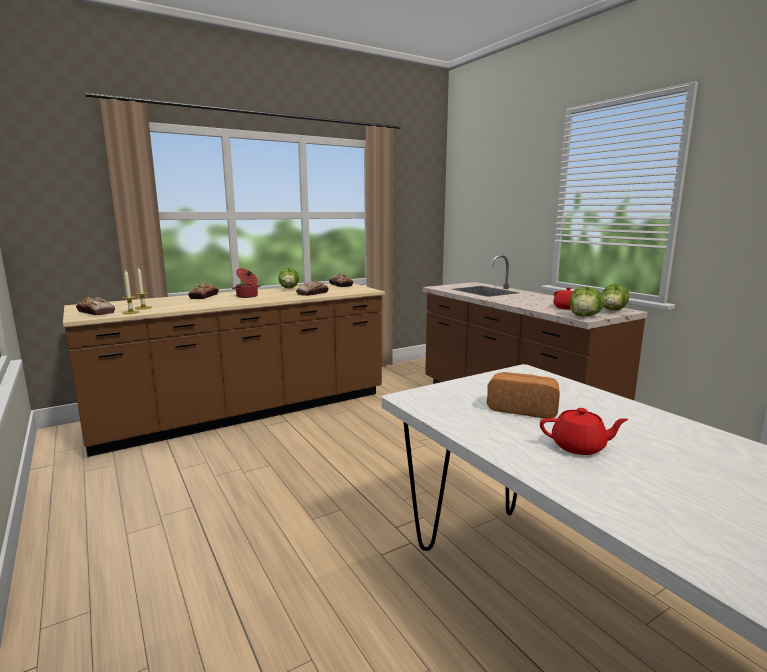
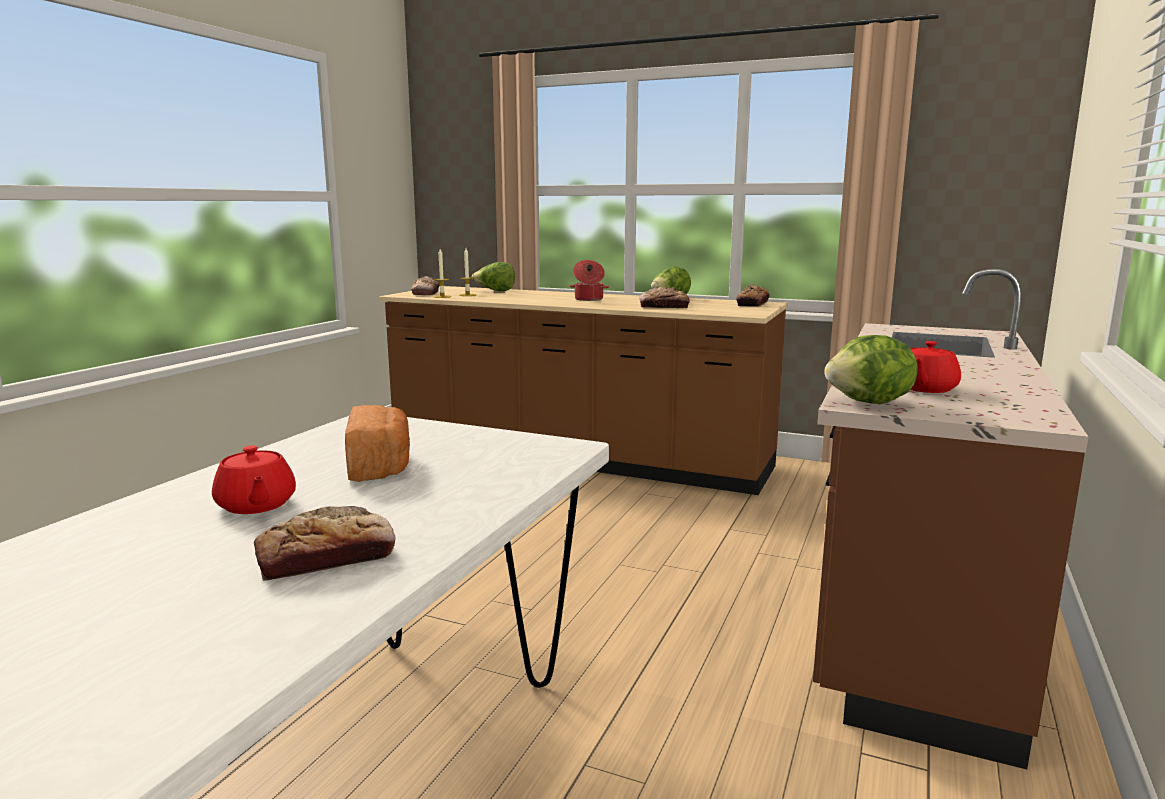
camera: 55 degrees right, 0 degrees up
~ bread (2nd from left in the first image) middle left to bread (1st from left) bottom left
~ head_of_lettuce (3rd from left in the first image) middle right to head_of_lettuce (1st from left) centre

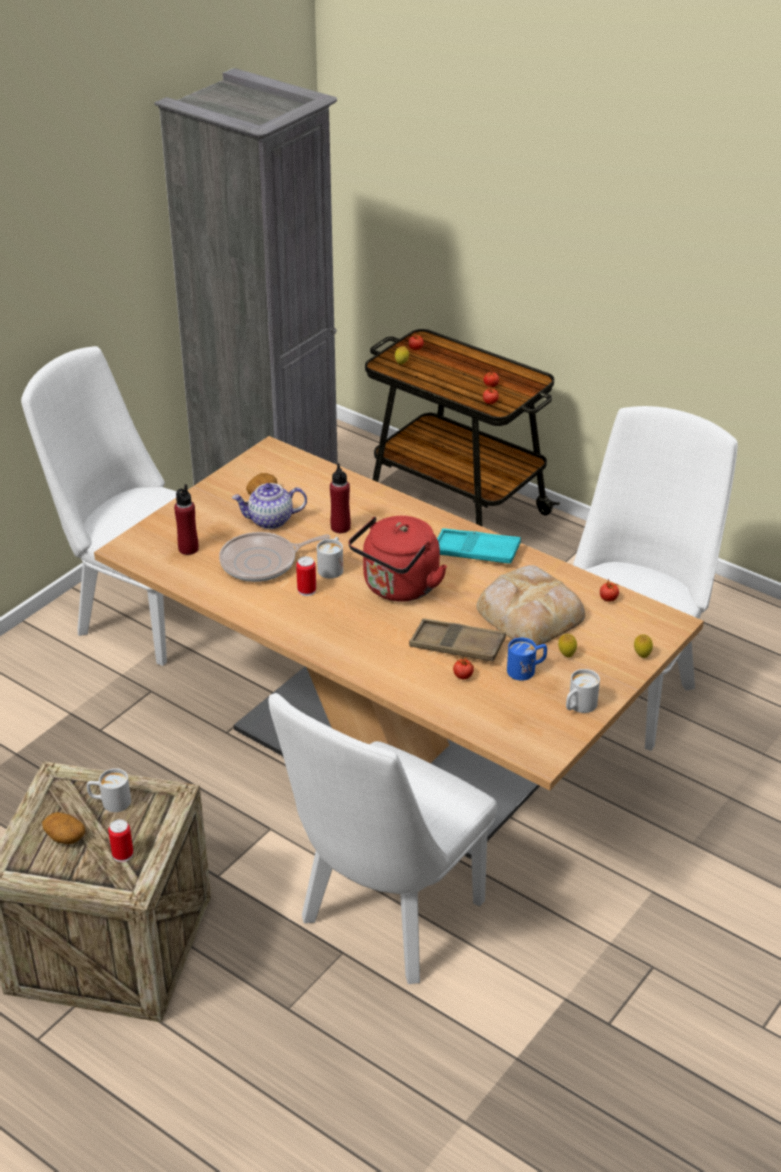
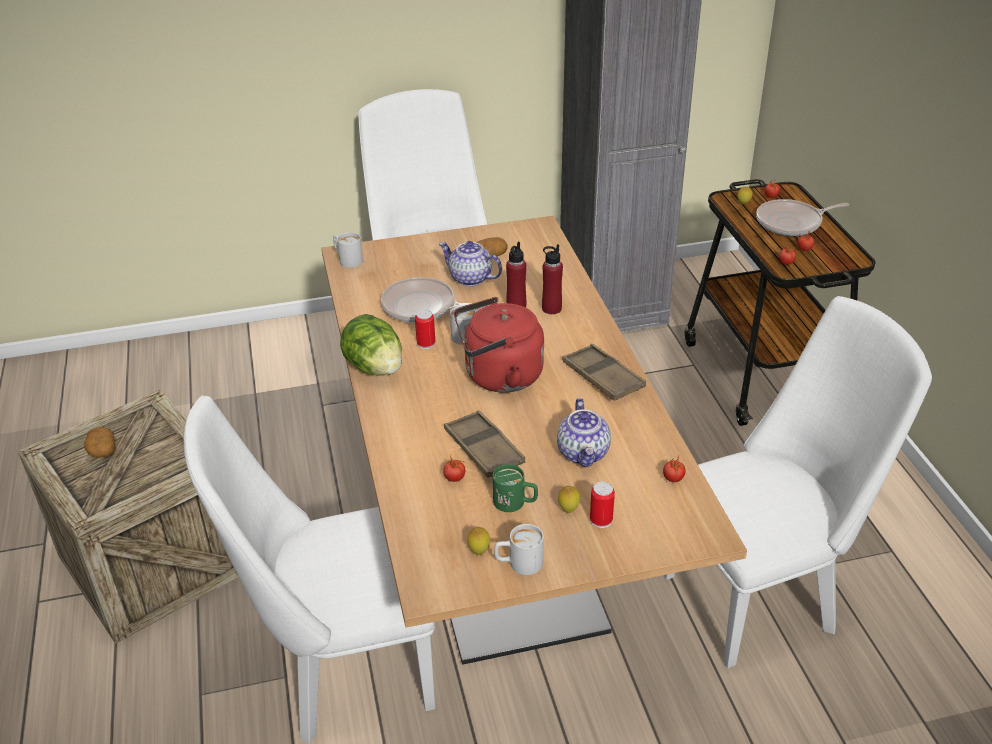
camera: 40 degrees right, 0 degrees up
+ head_of_lettuce centre
+ pan (2nd from left) top right
~ white_mug (1st from left) bottom left to centre
~ metal_can (1st from left in the first image) bottom left to metal_can (2nd from left) bottom centre
~ red_bottle (1st from left in the first image) middle left to red_bottle (2nd from left) centre
~ citrus_fruit (3rd from left in the first image) middle right to citrus_fruit (1st from left) bottom centre
~ bread middle right to pot_for_tea (2nd from left) centre
~ turquoise_carrying_tray centre to brownish_carrying_tray (2nd from left) centre
~ blue_mug middle right to green-coloured_mug centre

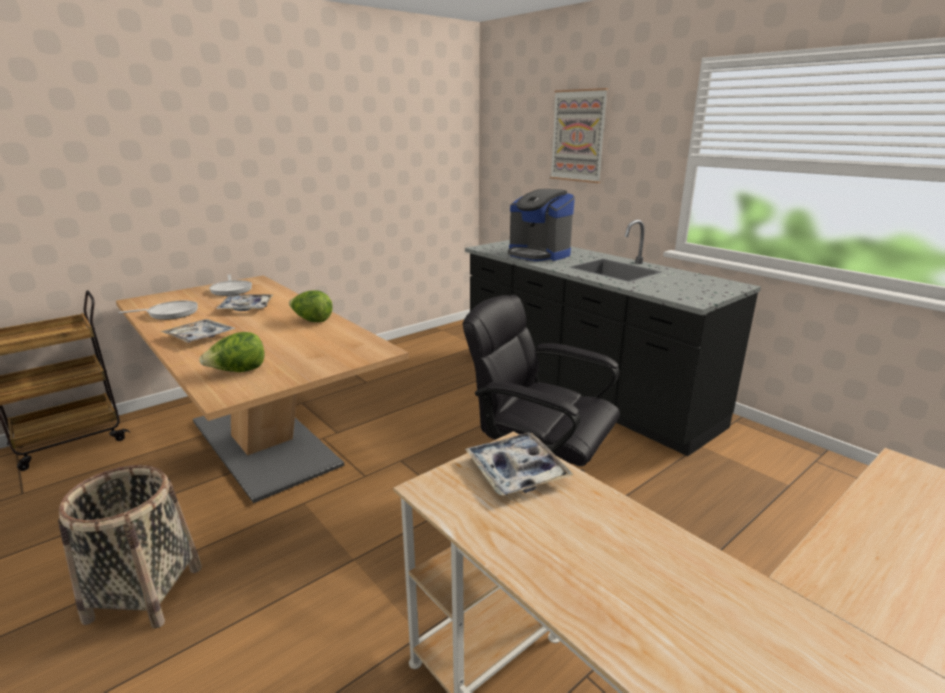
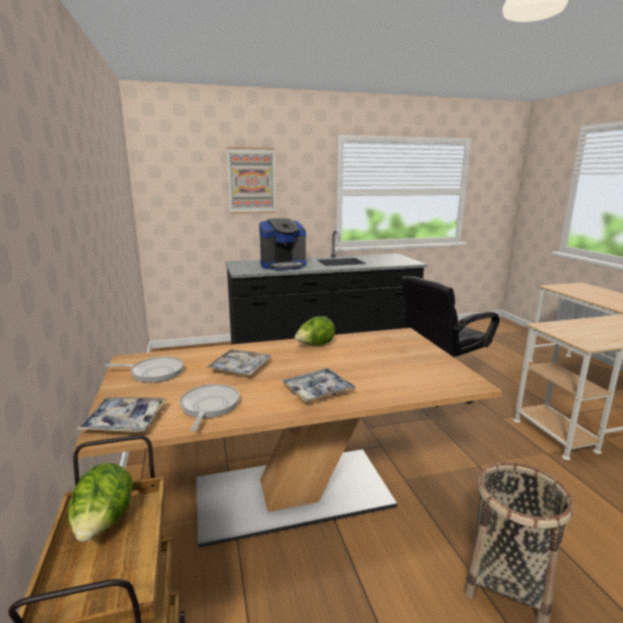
camera: 65 degrees left, 5 degrees down
~ head_of_lettuce (1st from left) middle left to bottom left
~ carrying_tray (3rd from left in the first image) bottom centre to carrying_tray (1st from left) middle left

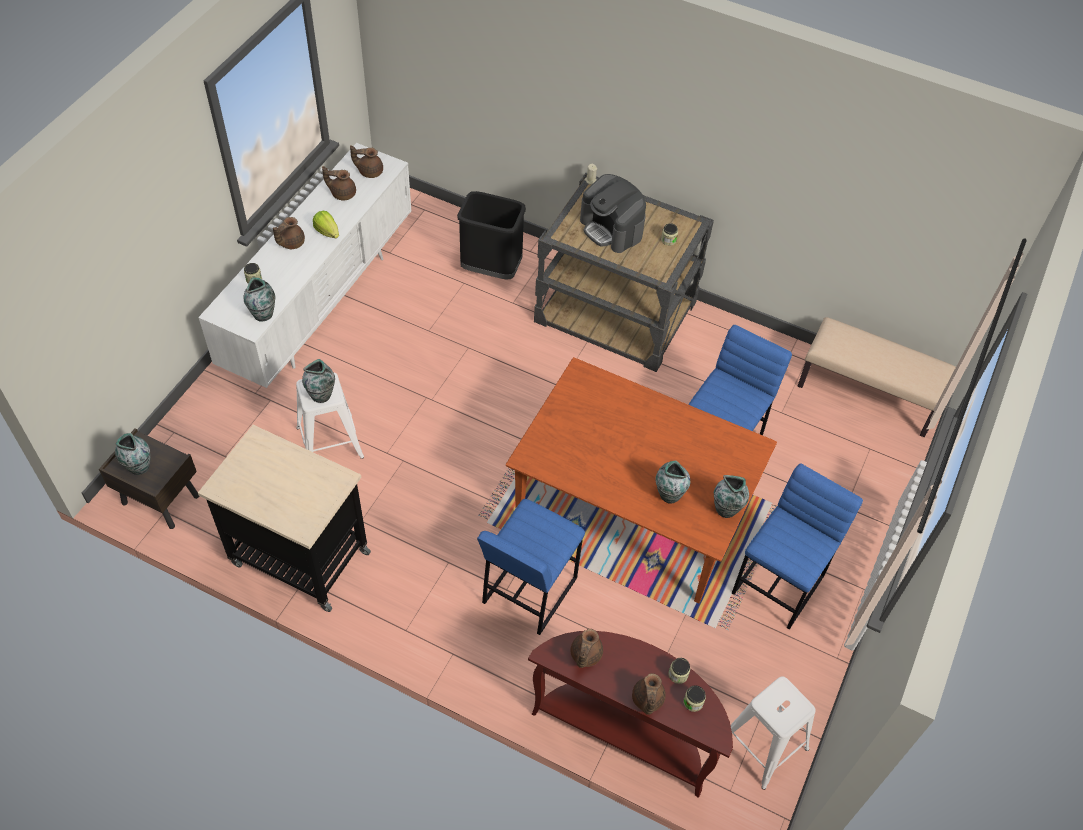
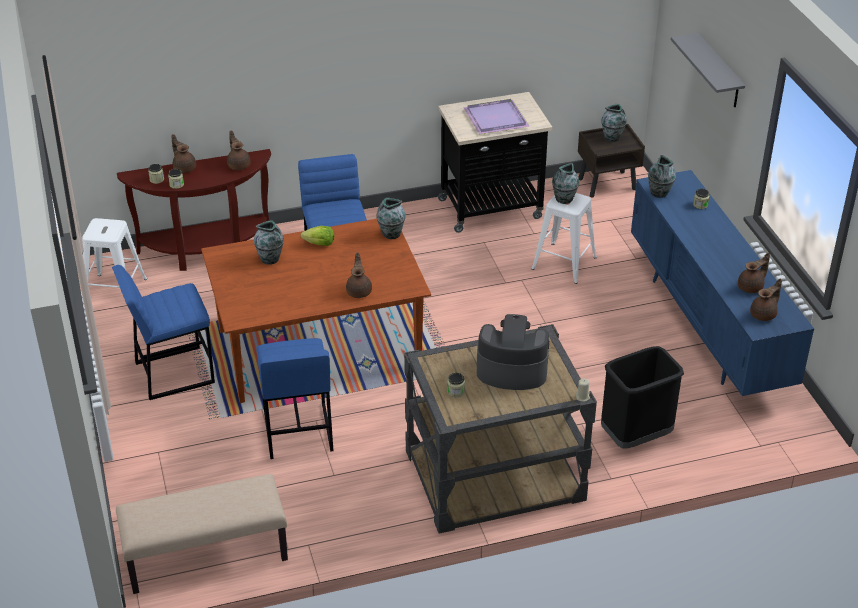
camera: 140 degrees right, 15 degrees down
+ purplish_carrying_tray top centre
+ gray_bracket_shelf top right
~ brownish_pot_for_tea (1st from left in the first image) top left to brownish_pot_for_tea (3rd from left) centre
~ head_of_lettuce top left to centre
~ decorative_vase (5th from left in the first image) middle right to decorative_vase (2nd from left) centre
~ white_cabinet top left to blue_cabinet middle right
~ blue_upright_chair (3rd from left in the first image) middle right = middle left 75 degrees clockwise

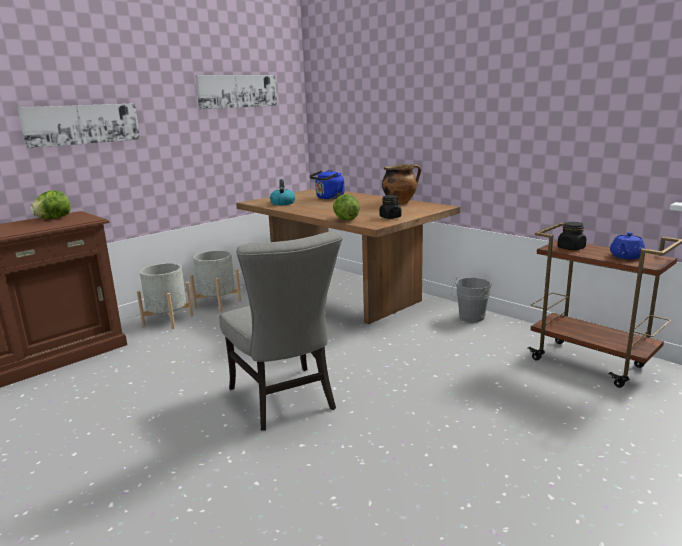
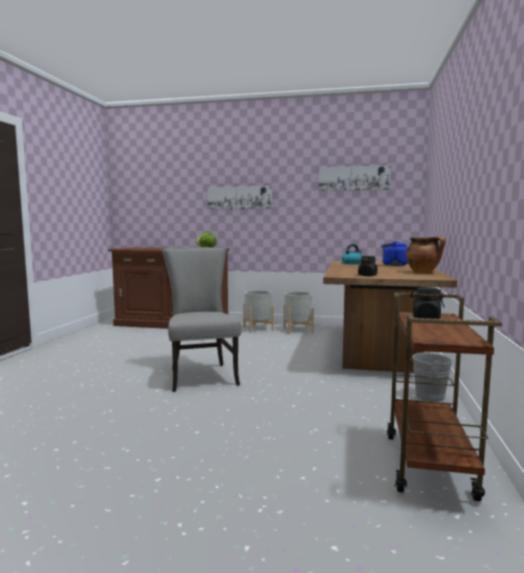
camera: 55 degrees right, 10 degrees down
- head_of_lettuce (2nd from left) centre
- blue_pot_for_tea middle right
~ gray_upright_chair centre = centre 135 degrees clockwise

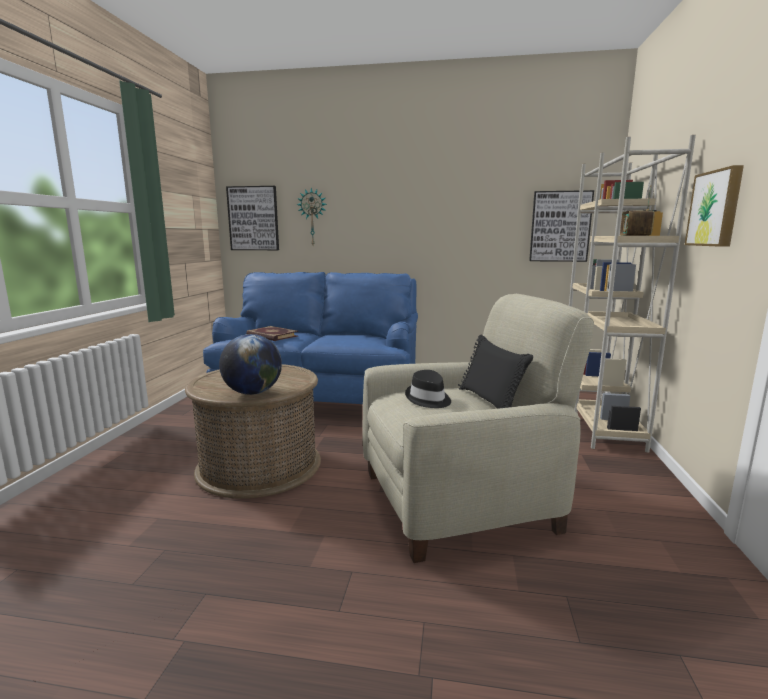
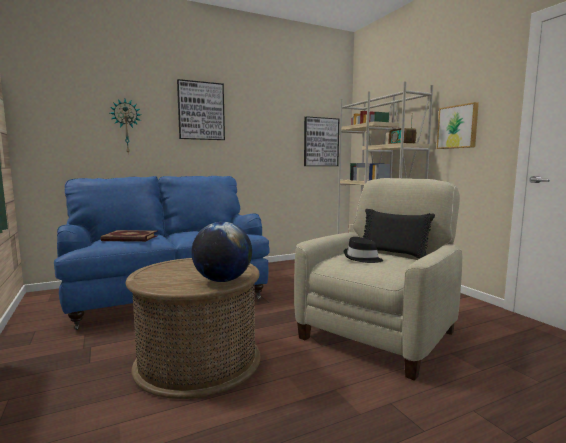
camera: 35 degrees left, 5 degrees down
~ wall_art (1st from left) top left to top centre

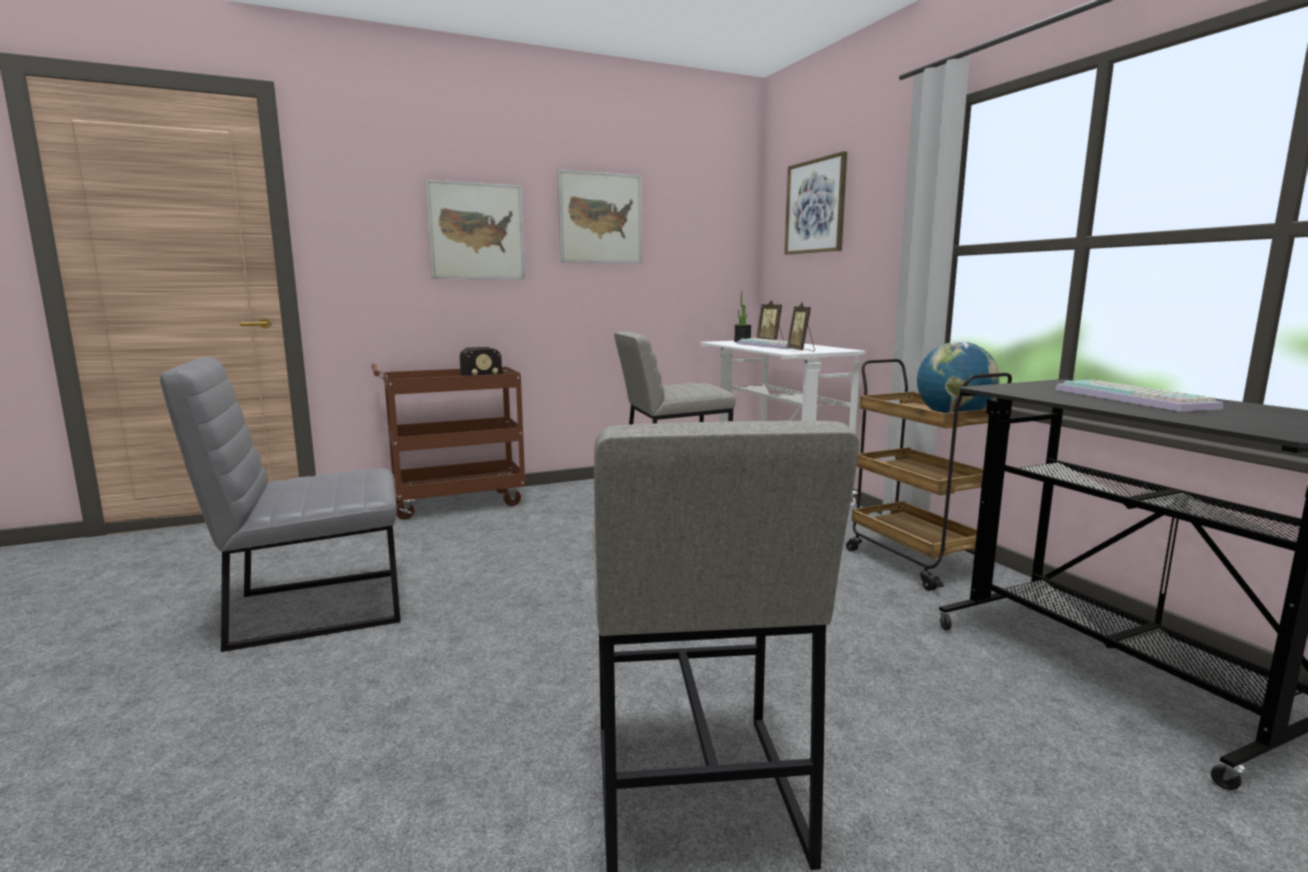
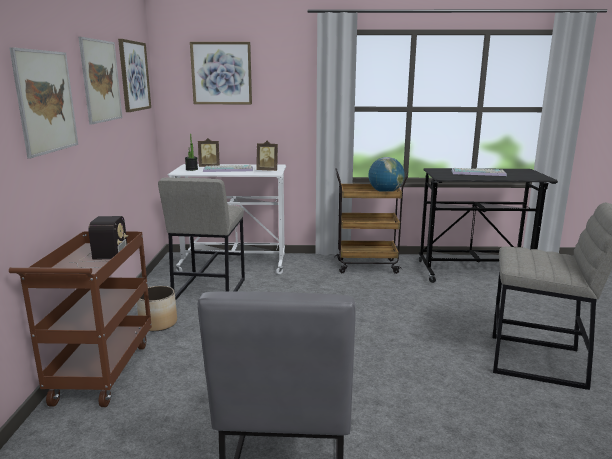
camera: 65 degrees left, 5 degrees up
+ wall_art (3rd from left) top left
+ planter bottom left

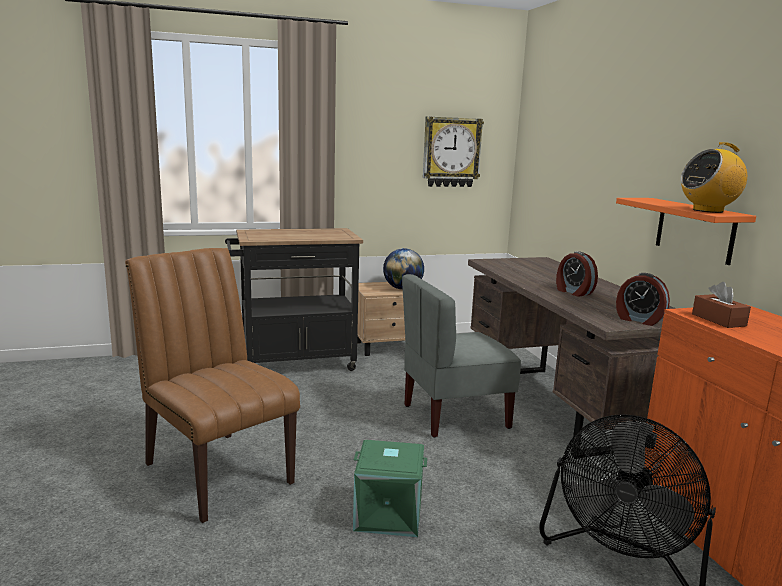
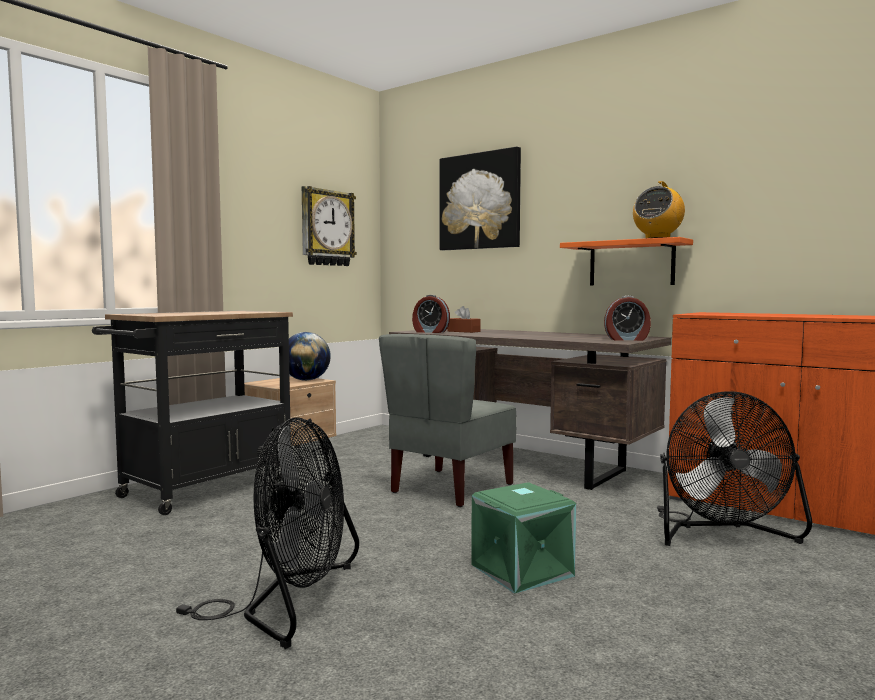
camera: 35 degrees left, 10 degrees down
+ wall_art top centre
~ bedside_clock (1st from left) middle right to centre
~ brownish_box_of_tissues middle right to centre
~ brownish_upright_chair middle left to black-coloured_electric_fan (1st from left) bottom left

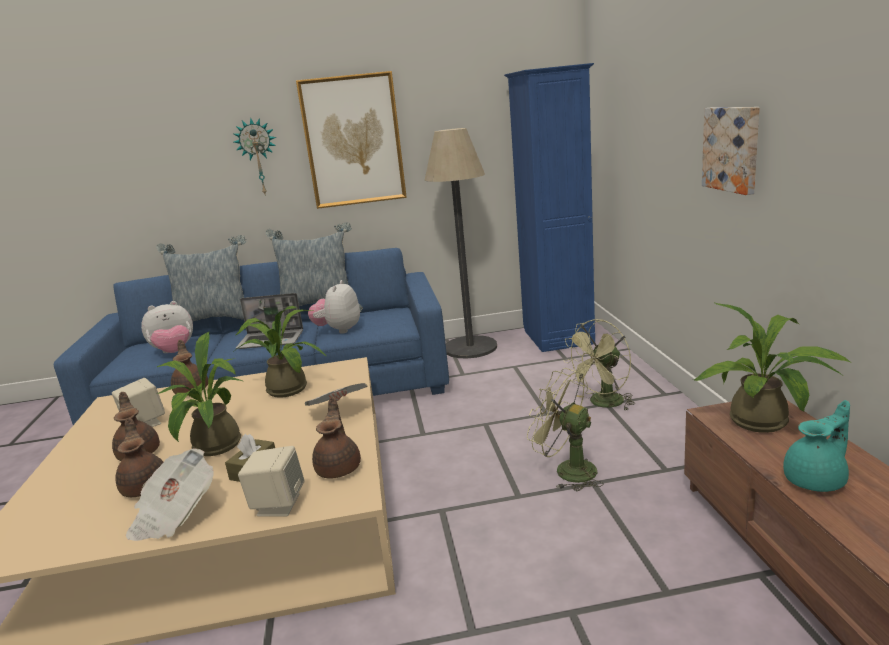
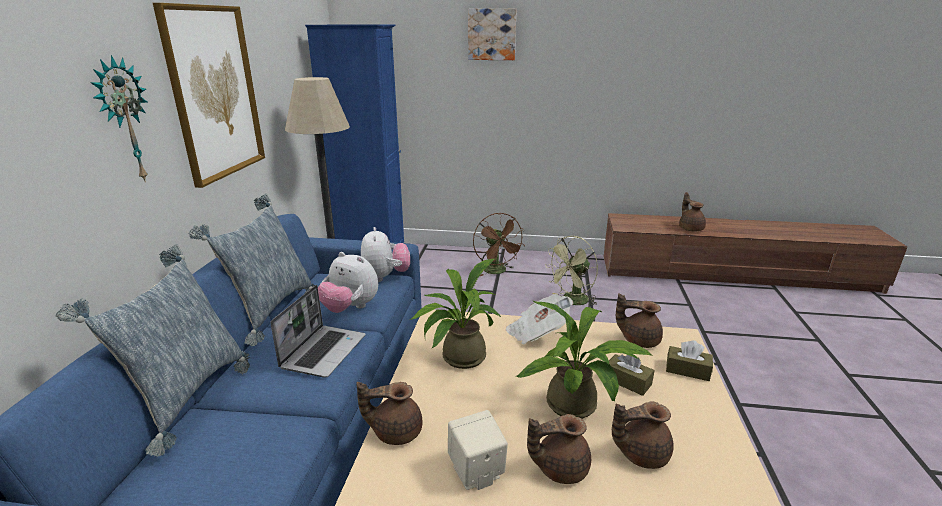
camera: 75 degrees left, 5 degrees up
- newspaper (1st from left) bottom left
- houseplant (3rd from left) middle right
~ plush_toy (1st from left in the first image) middle left to plush_toy (2nd from left) centre
~ wall_art (2nd from left) top right to top centre
~ sand-coloured_audio_speaker (2nd from left) bottom left to brownish_box_of_tissues (2nd from left) bottom right
~ green-coloured_electric_fan (2nd from left) middle right to brownish_electric_fan centre
~ turquoise_pot_for_tea bottom right to brownish_pot_for_tea (5th from left) middle right

